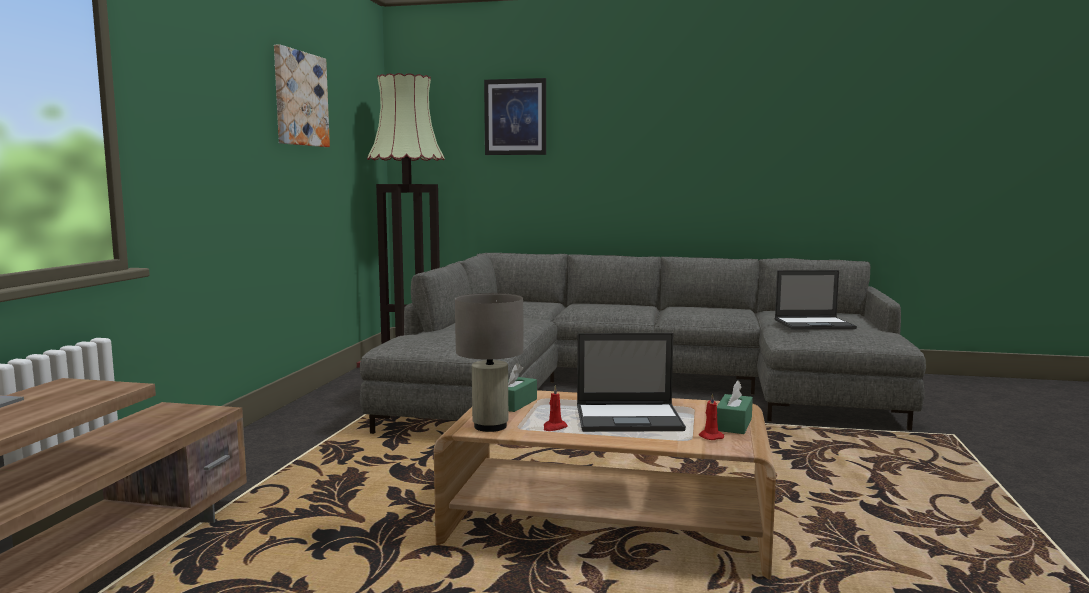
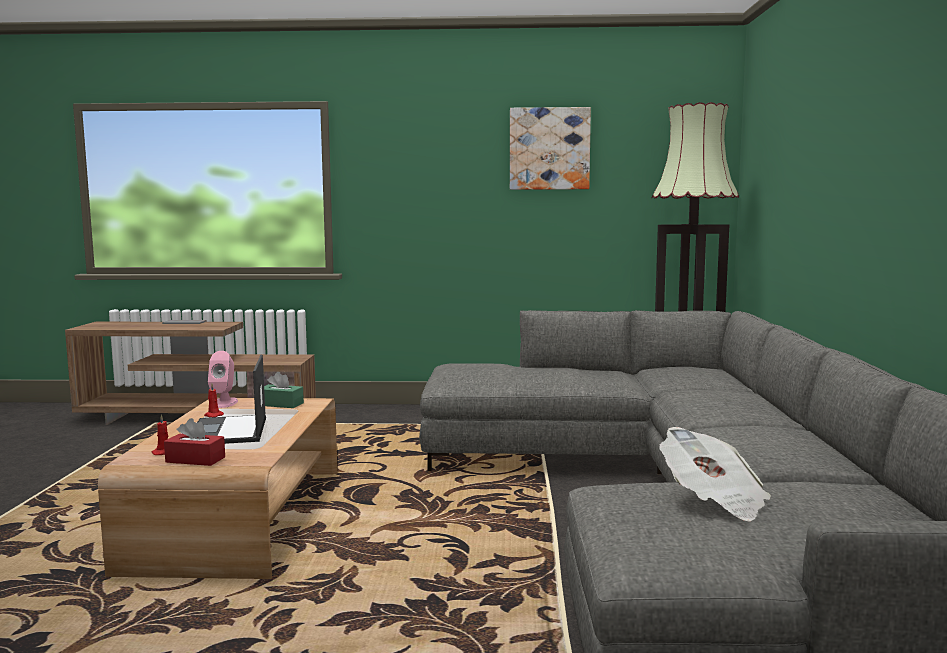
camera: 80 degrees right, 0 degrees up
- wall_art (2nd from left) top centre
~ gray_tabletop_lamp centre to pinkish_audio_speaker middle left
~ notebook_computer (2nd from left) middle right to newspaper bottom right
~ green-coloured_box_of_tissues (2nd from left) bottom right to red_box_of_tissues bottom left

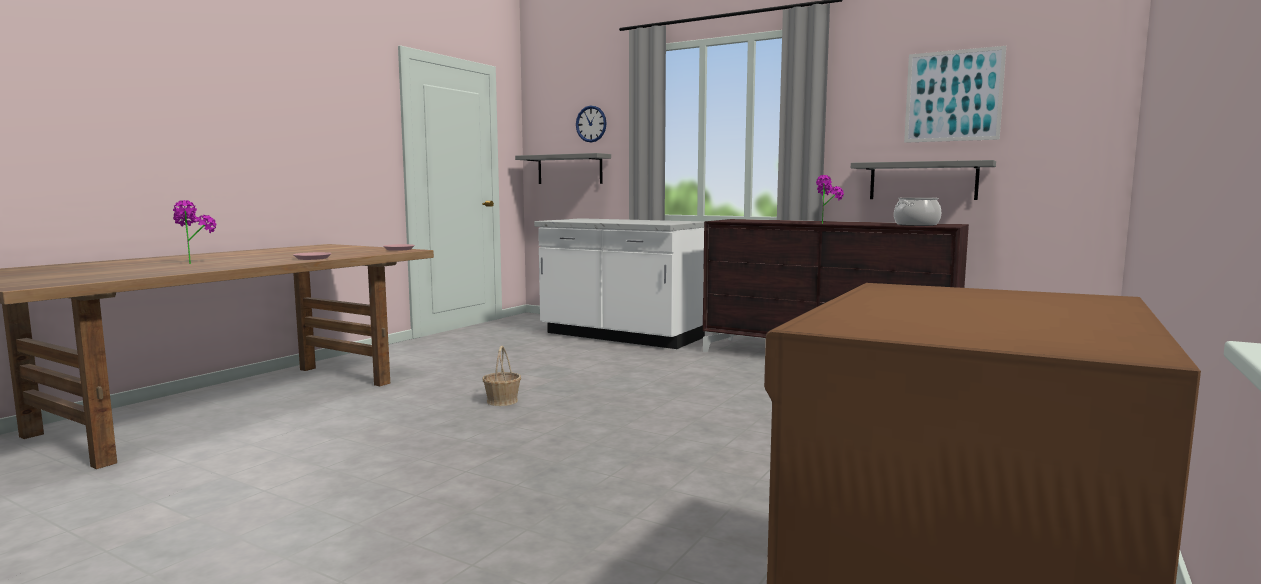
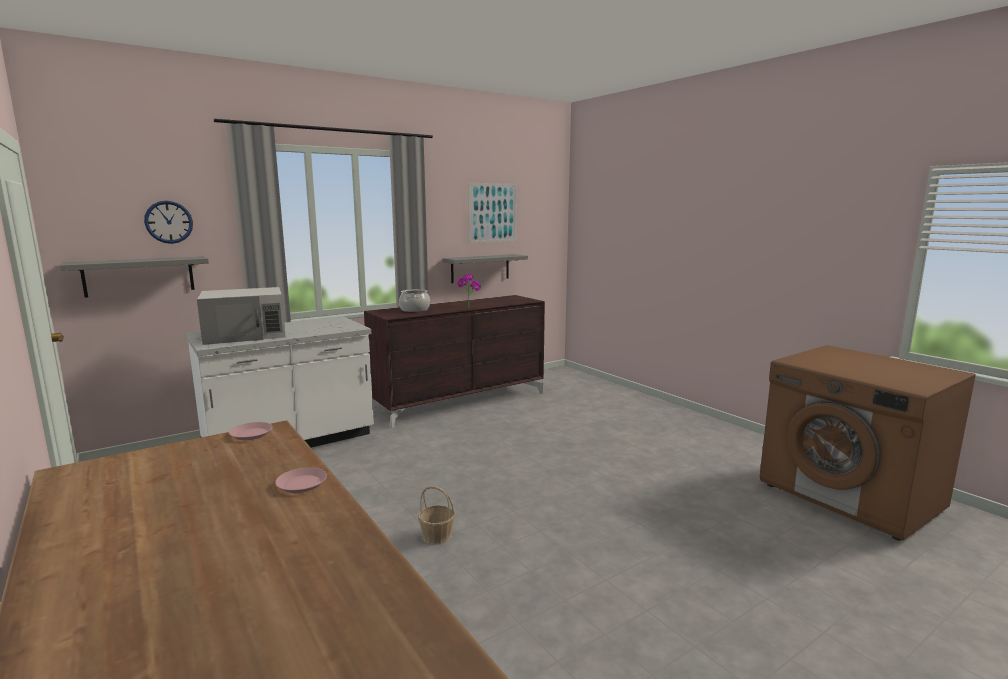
camera: 65 degrees left, 5 degrees up
- houseplant (1st from left) middle left
+ white_microwave middle left
~ saucepot middle right to centre

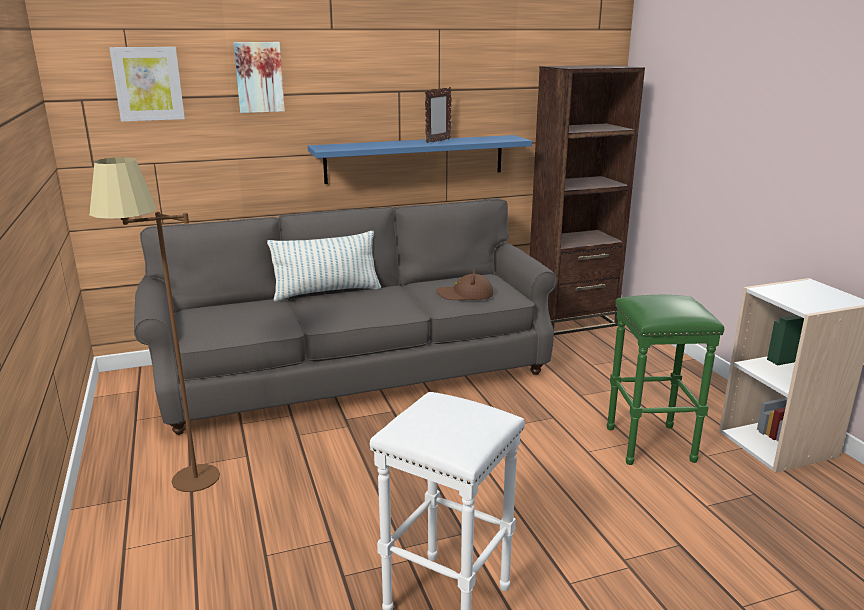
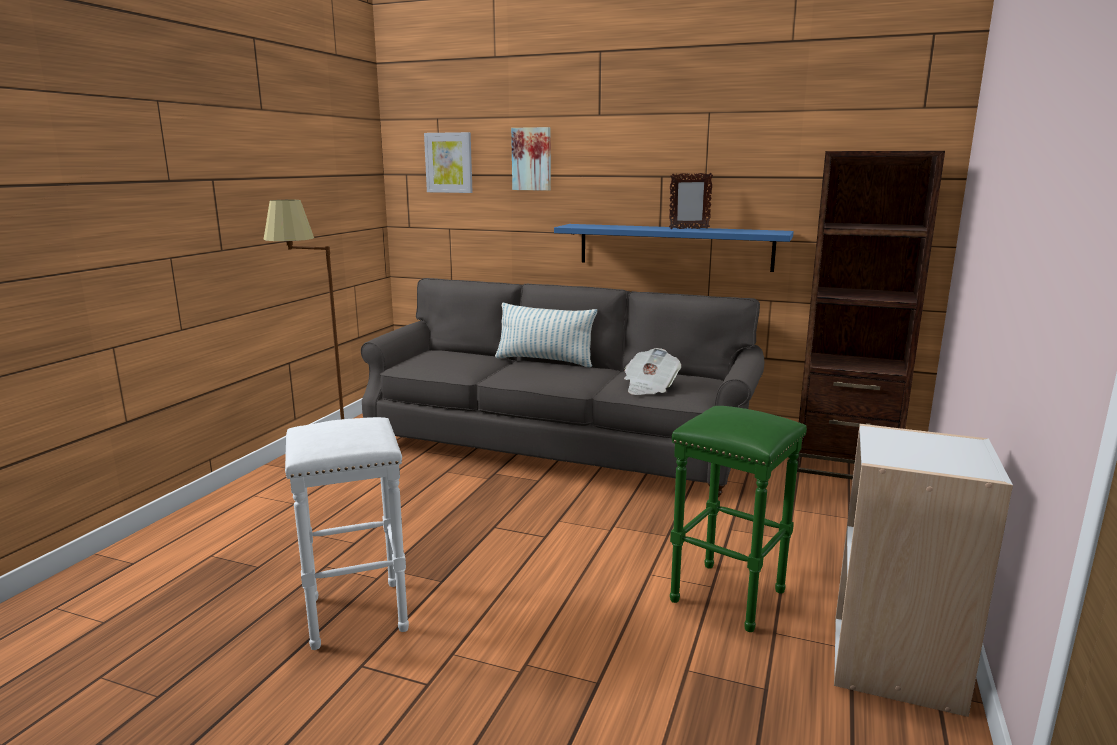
camera: 40 degrees right, 5 degrees down
~ brownish_wearable_hat centre to newspaper centre

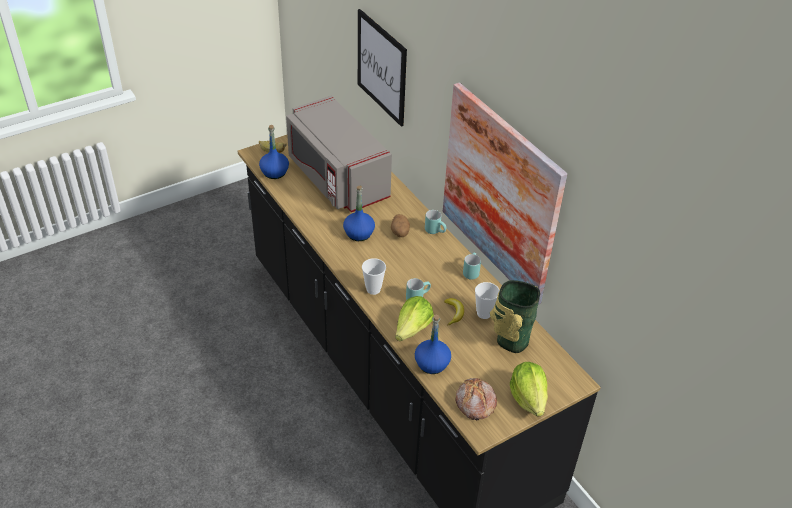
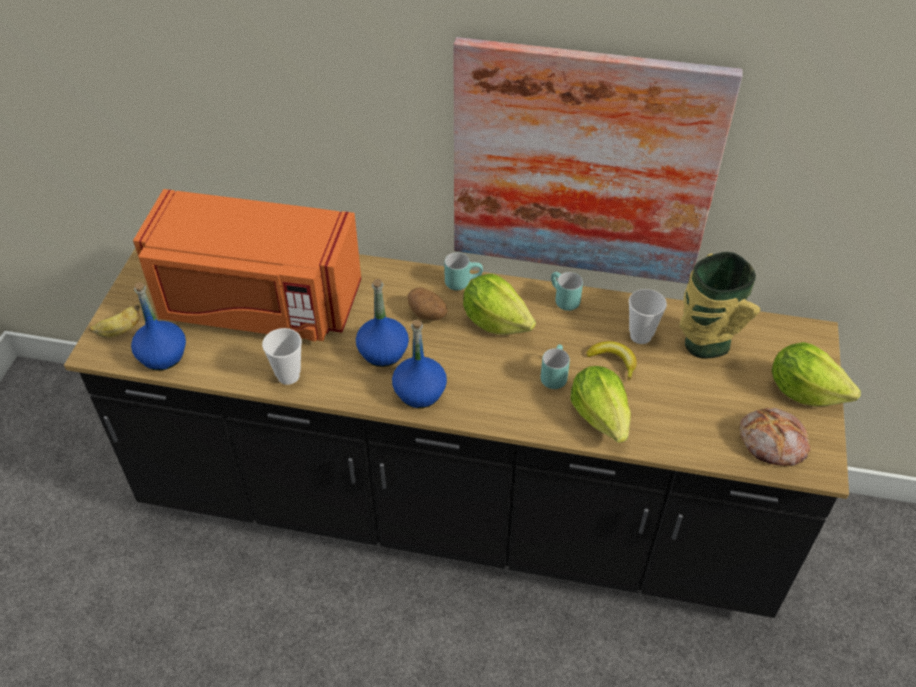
camera: 45 degrees left, 5 degrees up
- wall_art (1st from left) top centre
+ head_of_lettuce (1st from left) centre
~ cup (1st from left) centre to middle left
~ blue_bottle (3rd from left) bottom centre to centre
~ gray_microwave top centre to orange_microwave middle left

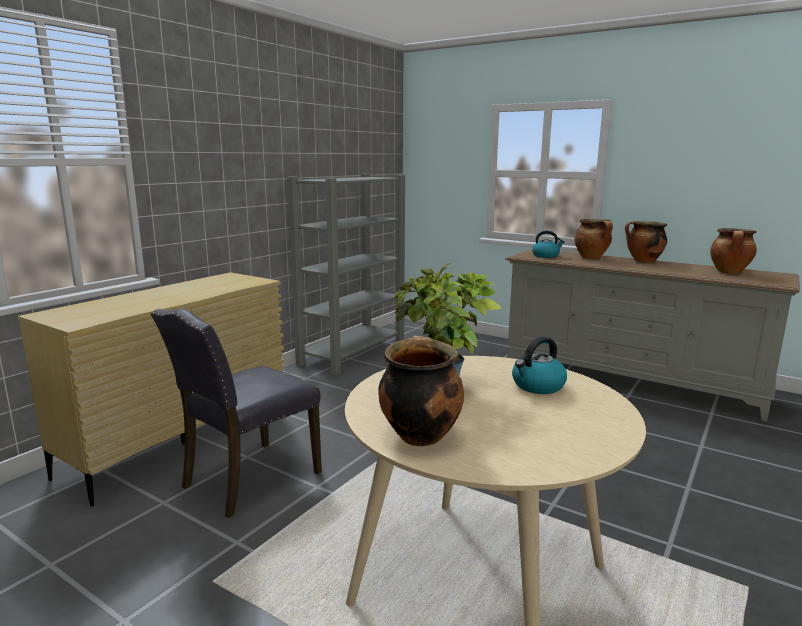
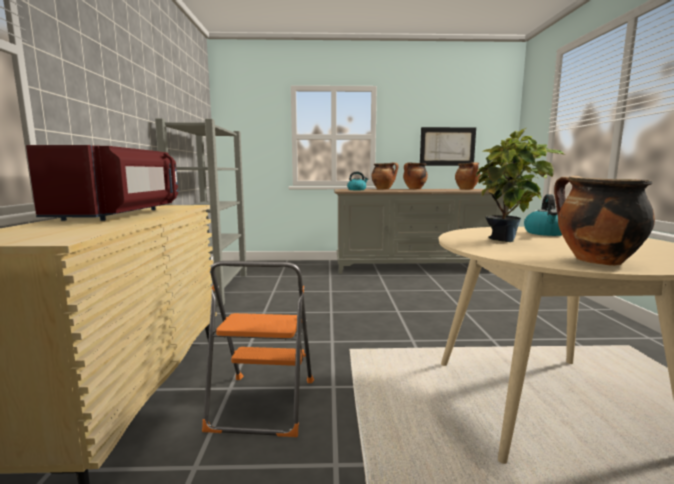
camera: 35 degrees left, 5 degrees down
+ red_microwave middle left
+ wall_art top centre
~ gray_upright_chair middle left to orange_stepladder bottom centre

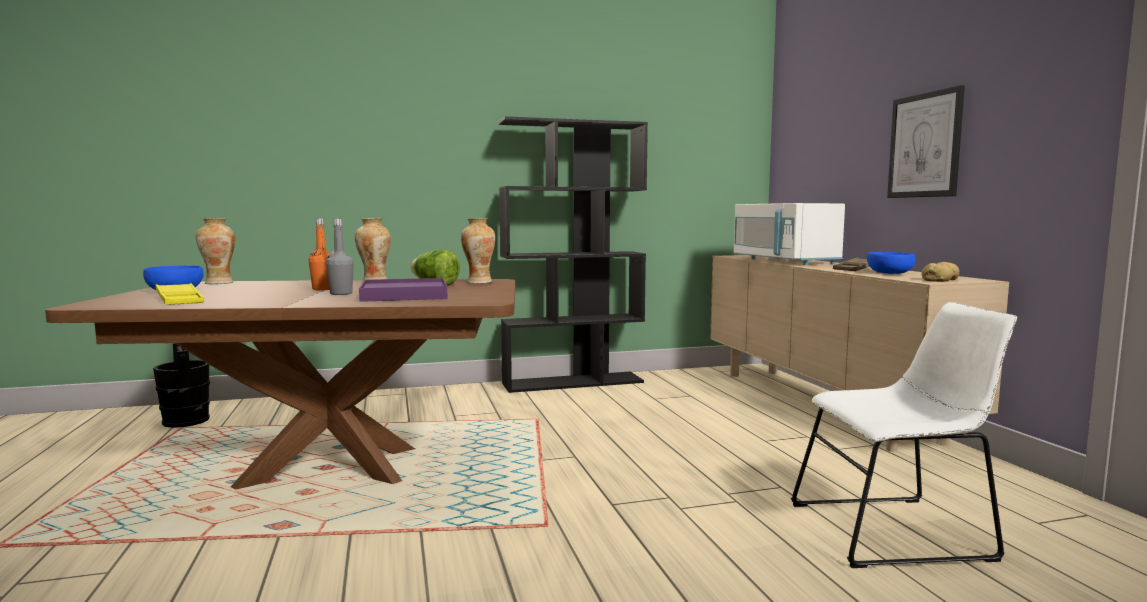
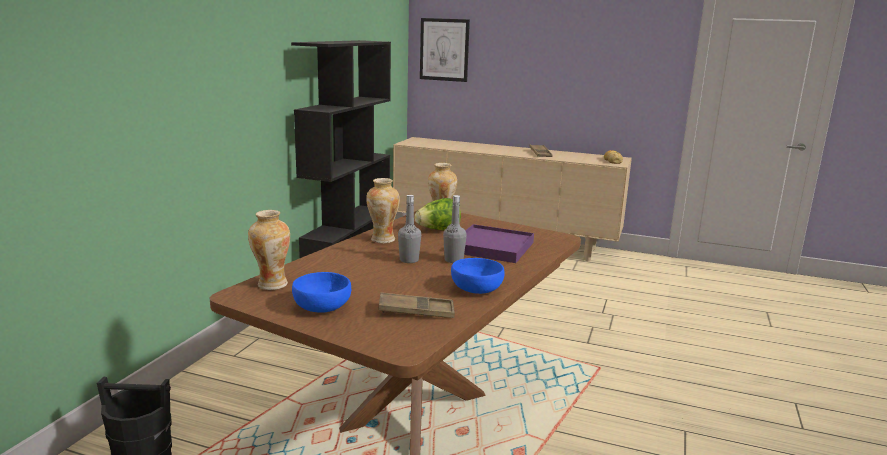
camera: 55 degrees left, 10 degrees up
- white_microwave middle right
- white_upright_chair bottom right
~ blue_serving_bowl (2nd from left) middle right to centre
~ wall_art top right to top centre
~ yellow_carrying_tray middle left to brownish_carrying_tray (1st from left) bottom centre
~ orange_bottle middle left to gray_bottle (1st from left) centre

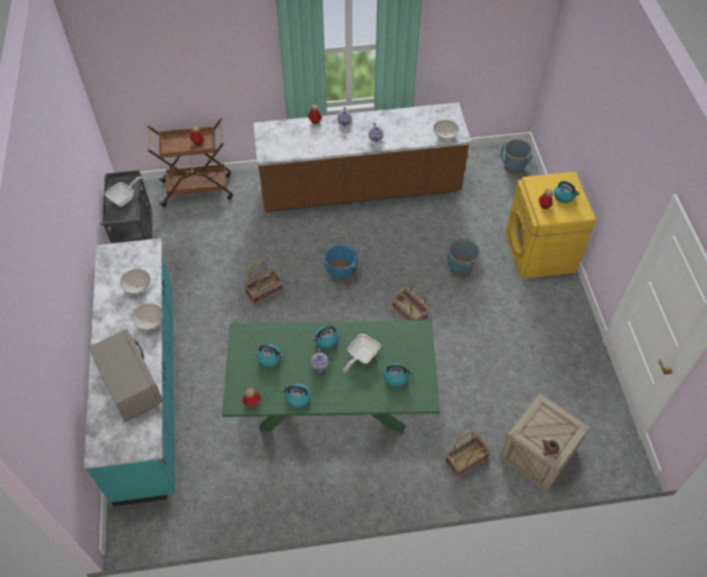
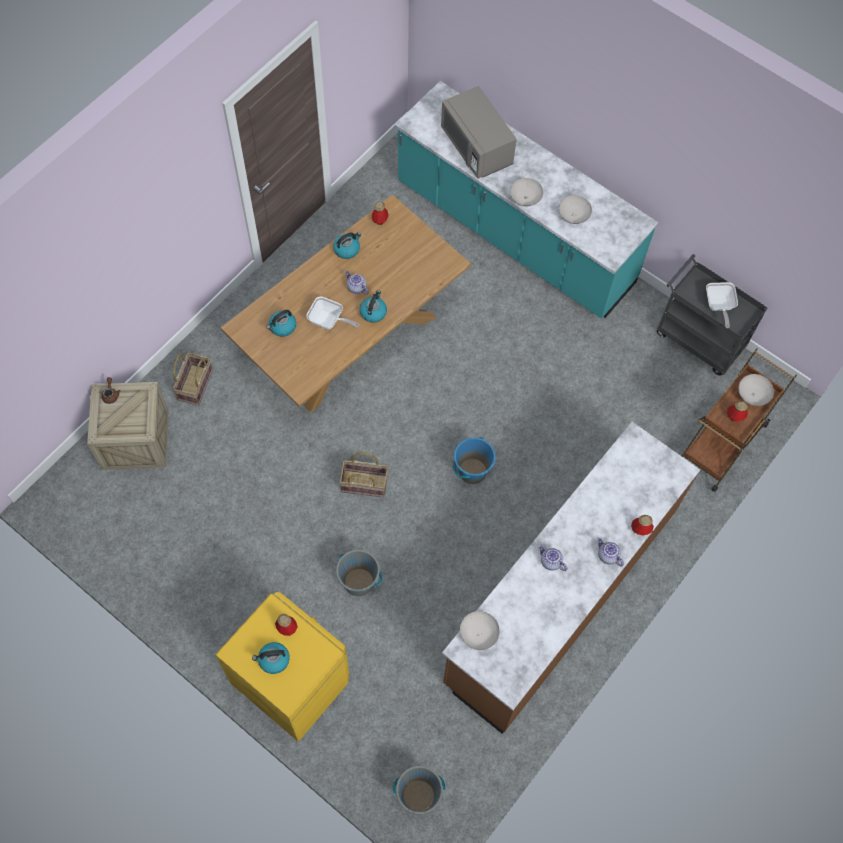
camera: 135 degrees right, 10 degrees up
- storage_basket (1st from left) centre
- kettle (1st from left) centre
+ white_serving_bowl (4th from left) middle right
~ green-coloured_kitchen_table centre to brownish_kitchen_table centre
~ gray_microwave middle left = top centre 45 degrees clockwise
~ pan (2nd from left in the first image) centre = centre 120 degrees clockwise

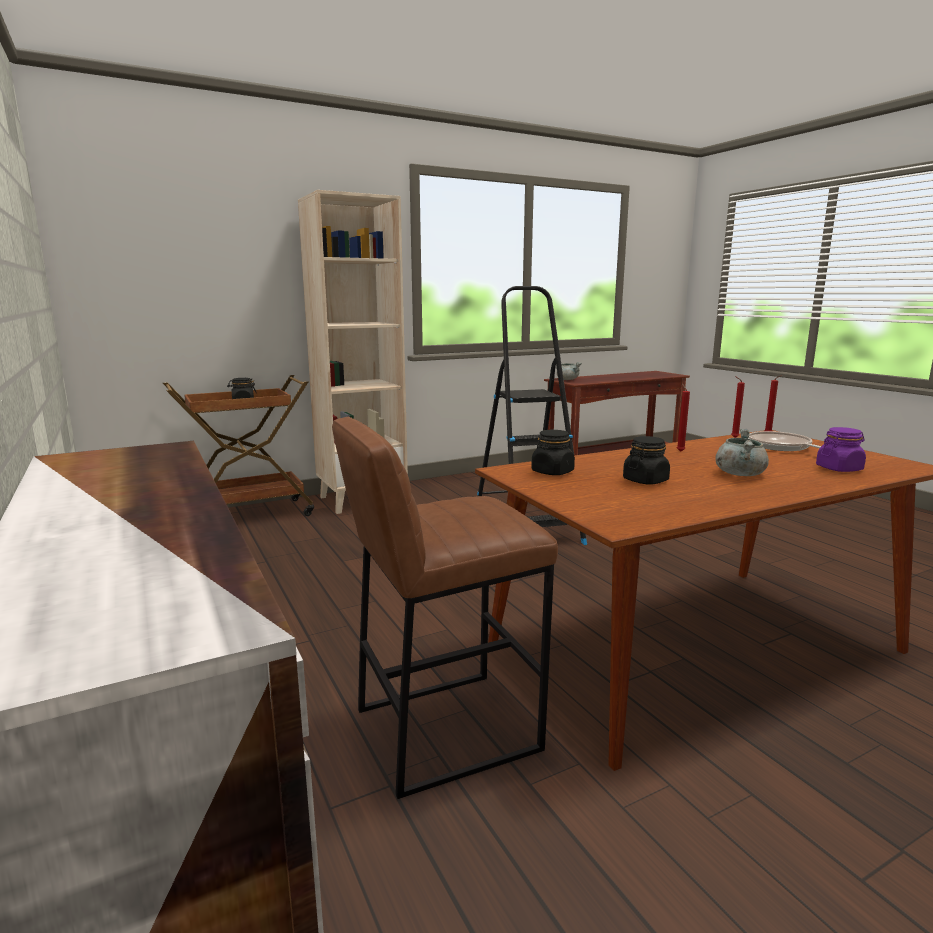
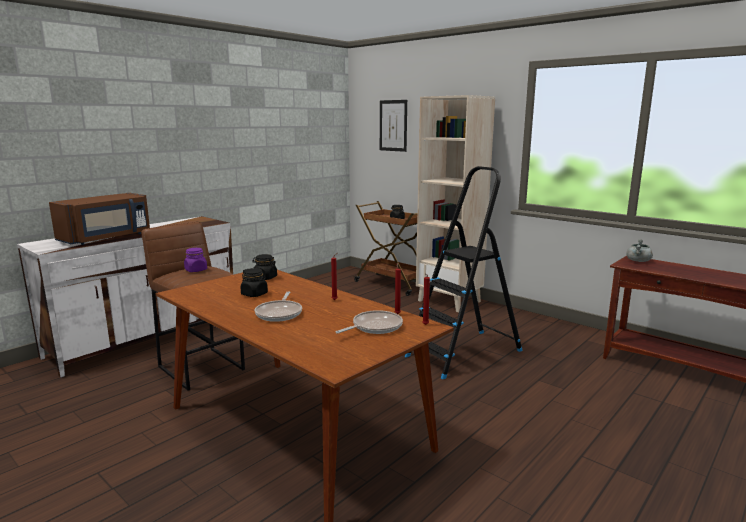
camera: 70 degrees right, 0 degrees up
+ brownish_microwave middle left
+ wall_art top centre
~ purplish_storage_jar middle right to middle left
~ gray_saucepot (2nd from left) middle right to pan (1st from left) centre

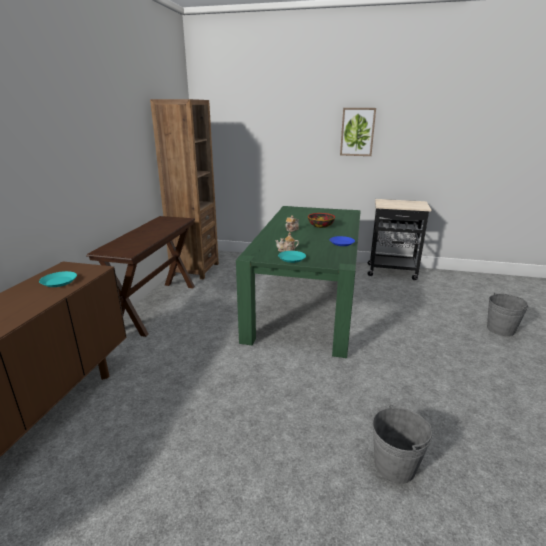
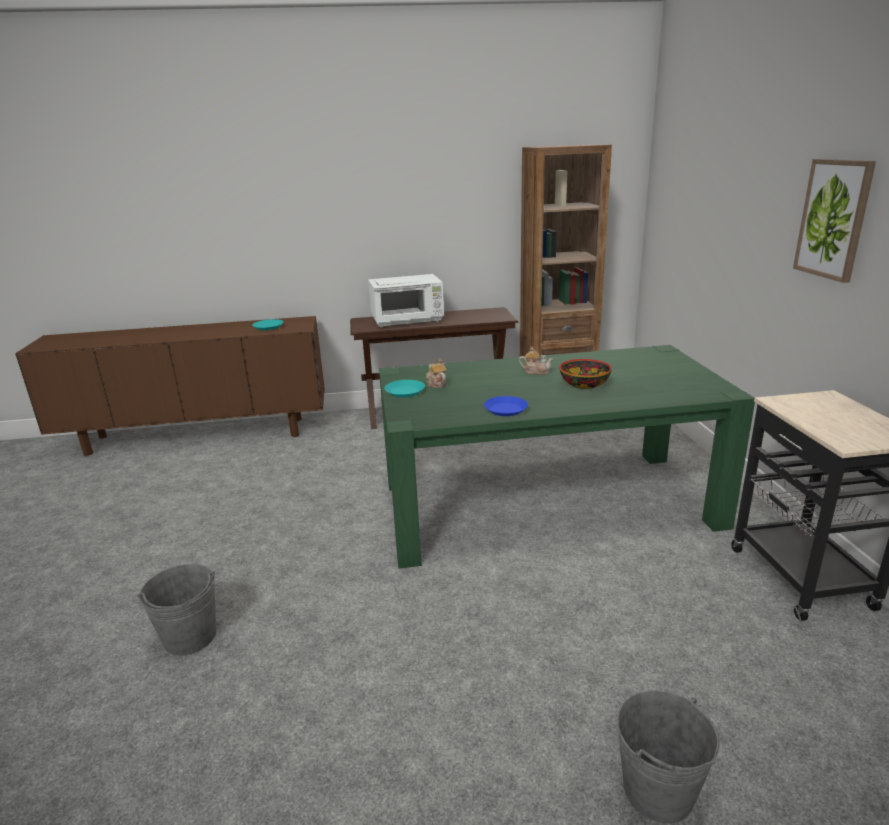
camera: 70 degrees right, 0 degrees up
+ white_microwave centre

